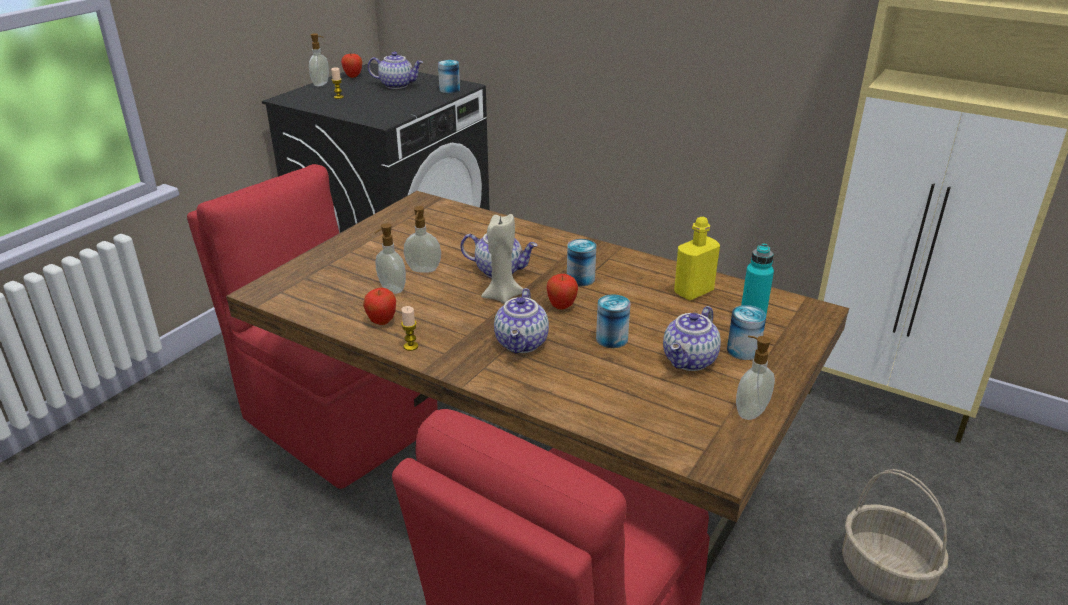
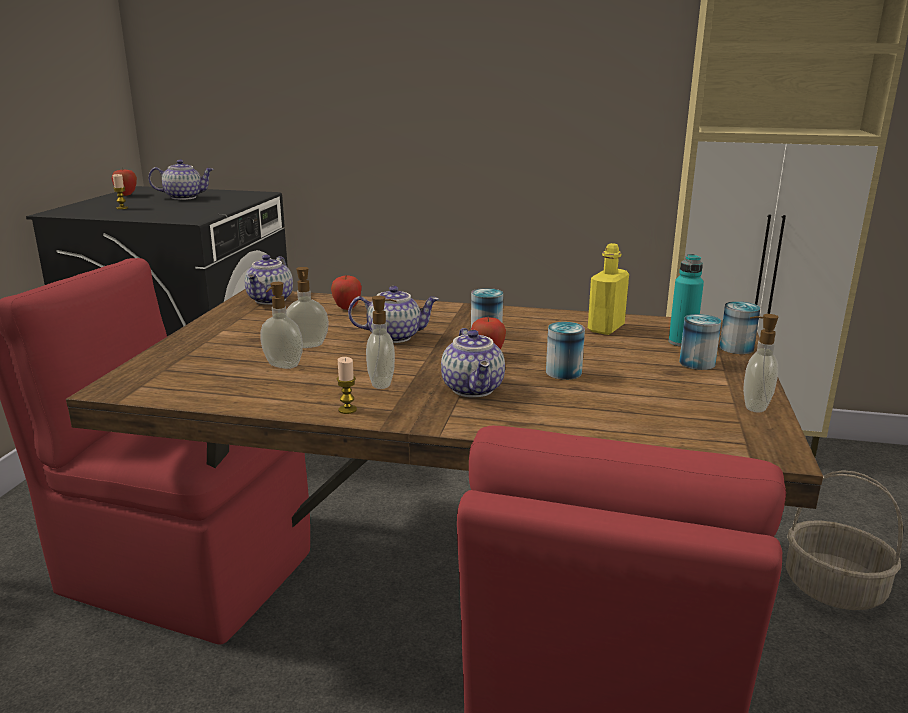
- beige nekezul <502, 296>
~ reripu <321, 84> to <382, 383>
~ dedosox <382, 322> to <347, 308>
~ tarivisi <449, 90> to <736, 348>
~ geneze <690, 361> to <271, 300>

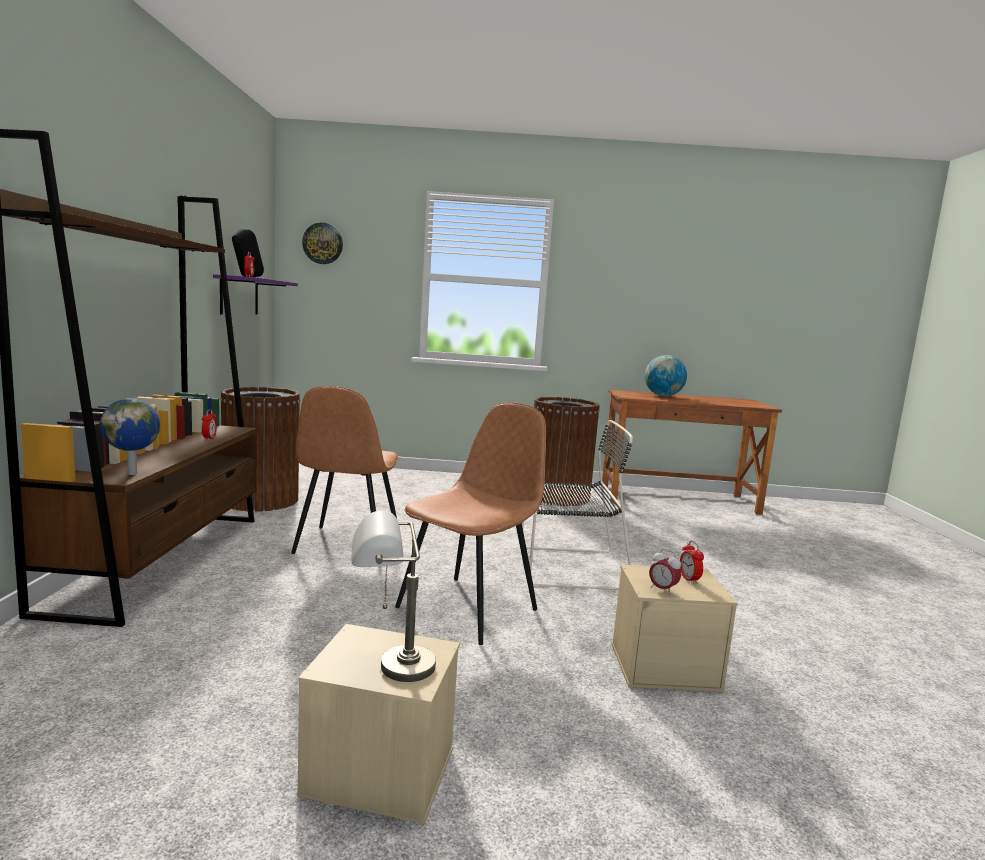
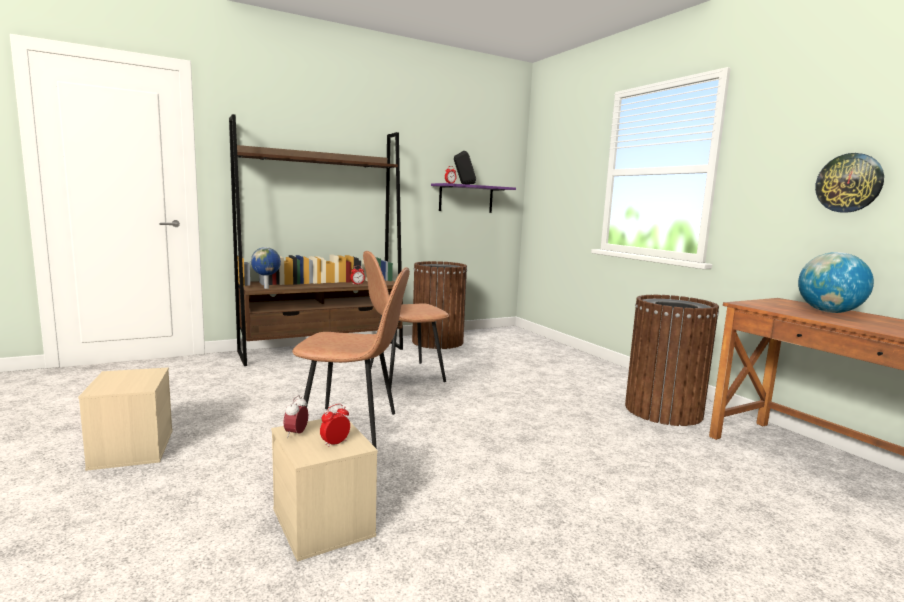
- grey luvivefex <388, 668>
- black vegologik <567, 567>
~ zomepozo <323, 243> to <849, 183>

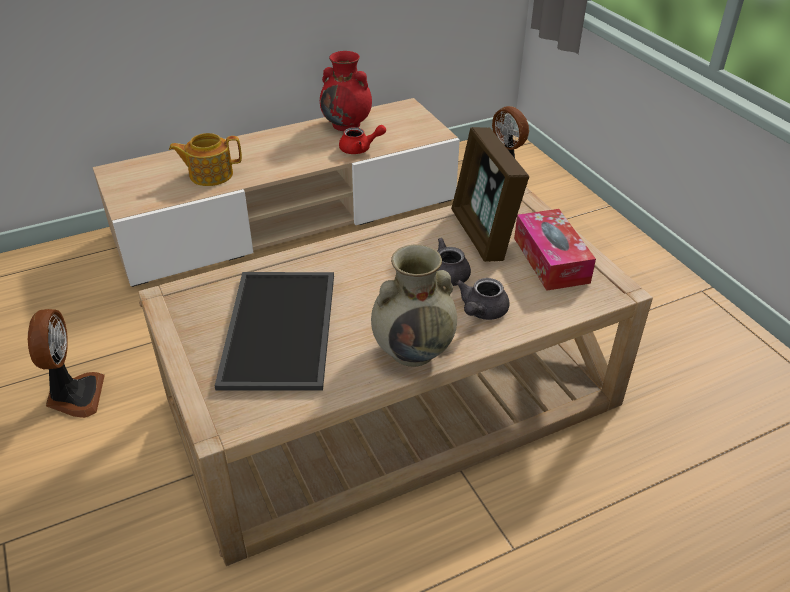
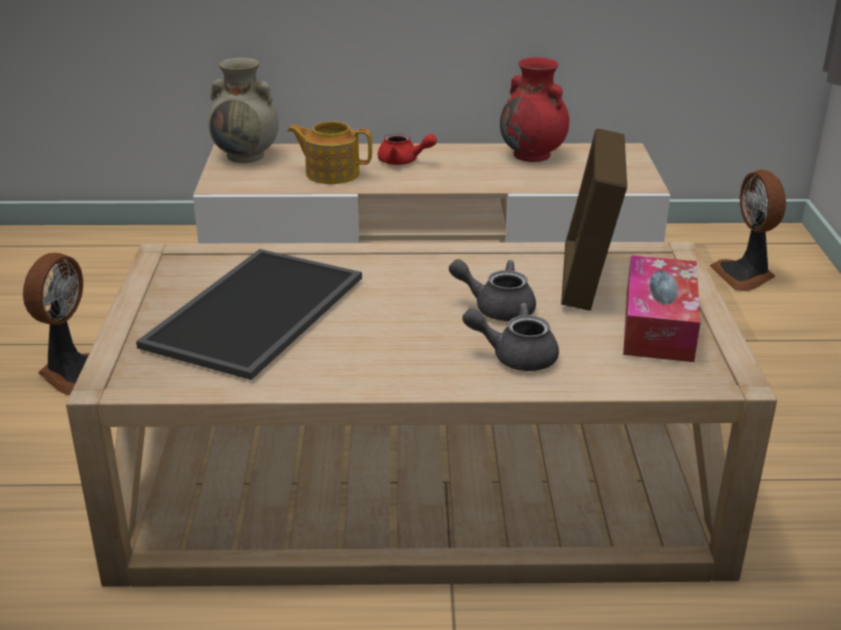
~ red geneze <360, 149> to <403, 161>
~ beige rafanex <414, 350> to <247, 156>
~ grey geneze <481, 312> = <515, 356> 45 degrees clockwise

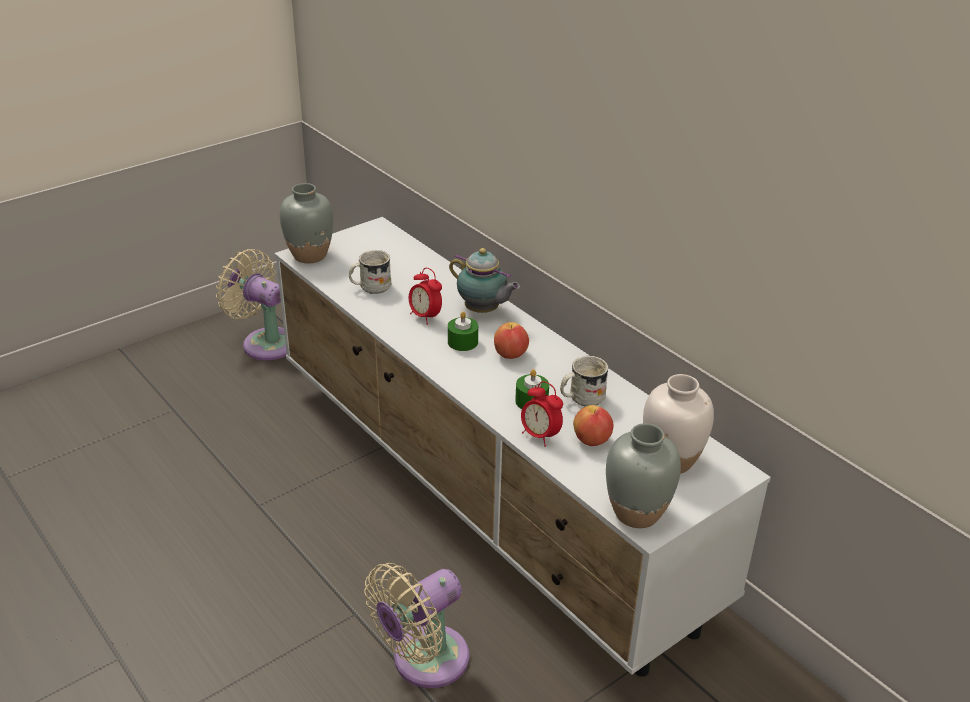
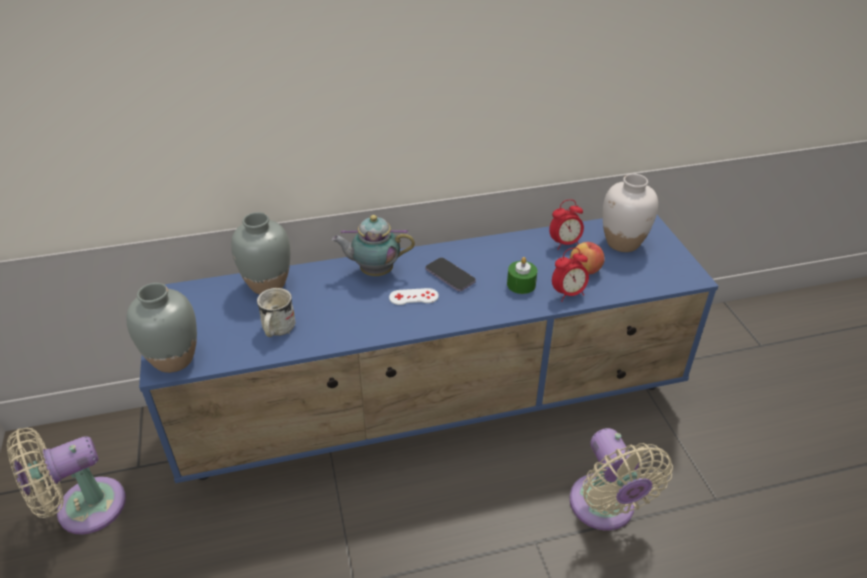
- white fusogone <581, 398>
~ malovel <425, 317> to <564, 243>
~ grey rafanex <636, 512> to <267, 284>
~ green nekezul <462, 342> to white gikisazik <413, 297>
~ dedosox <510, 355> to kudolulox <450, 276>
~ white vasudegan <484, 495> to blue vasudegan <436, 407>
~ geneze <483, 311> = <374, 271> 150 degrees counterclockwise

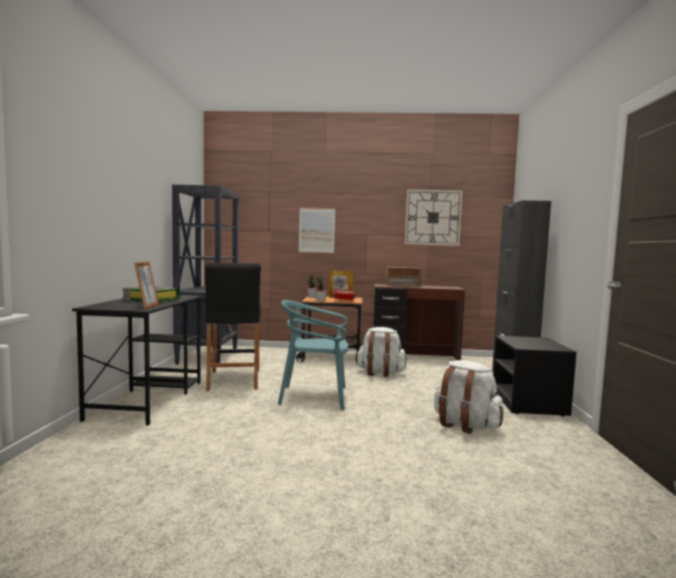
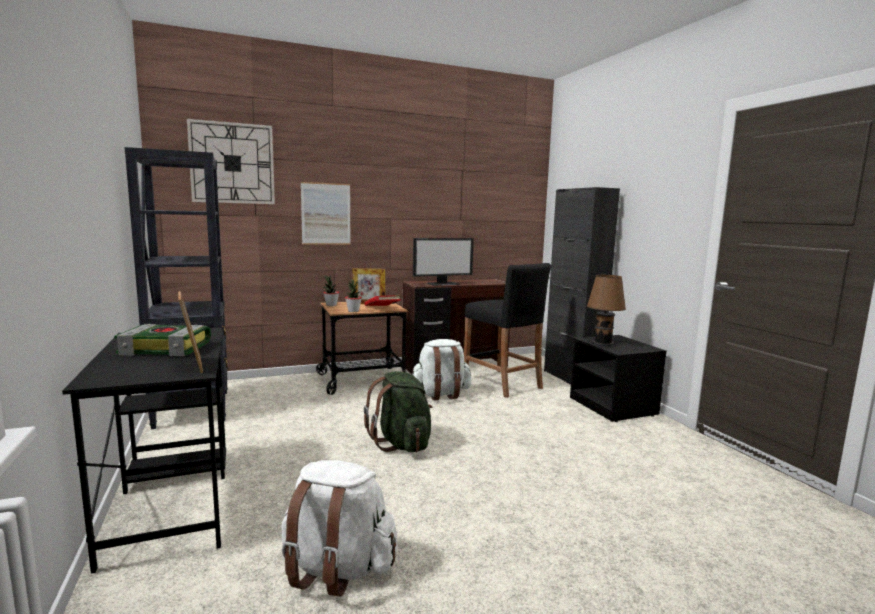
+ brown luvivefex <605, 343>
~ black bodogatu <233, 380> to <502, 383>
~ zomepozo <433, 217> to <232, 163>
~ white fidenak <465, 425> to <337, 568>
~ turquoise vegologik <314, 396> to green fidenak <402, 443>
~ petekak <402, 286> to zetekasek <443, 283>

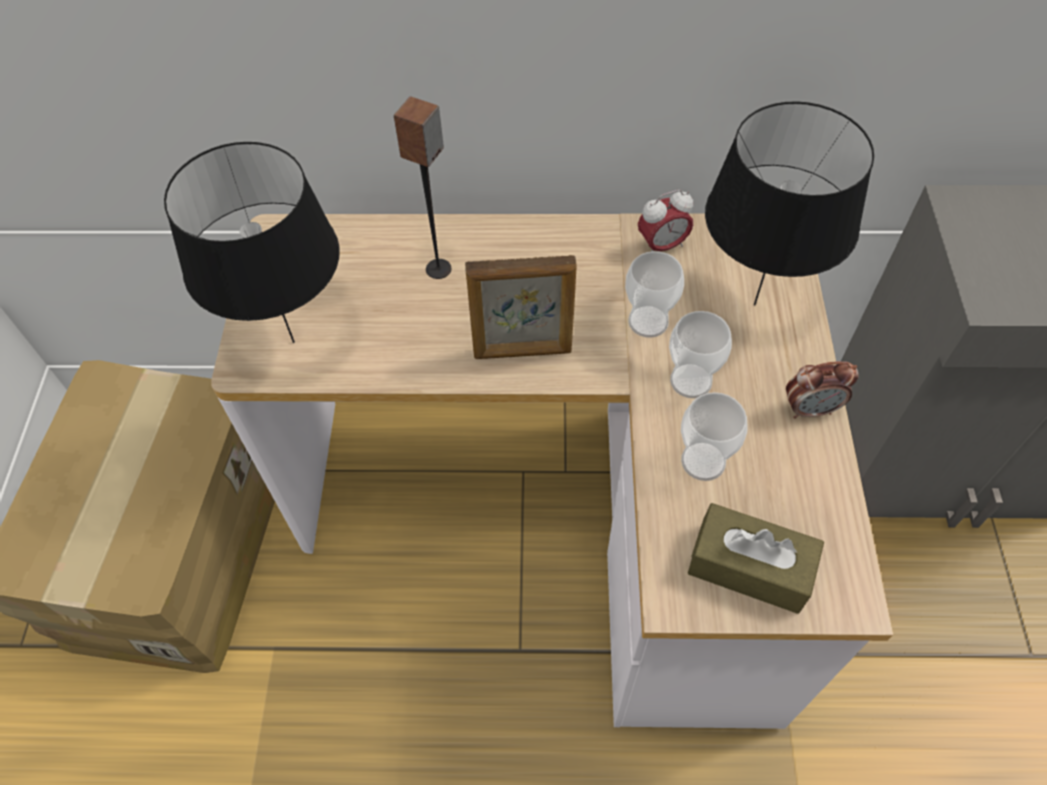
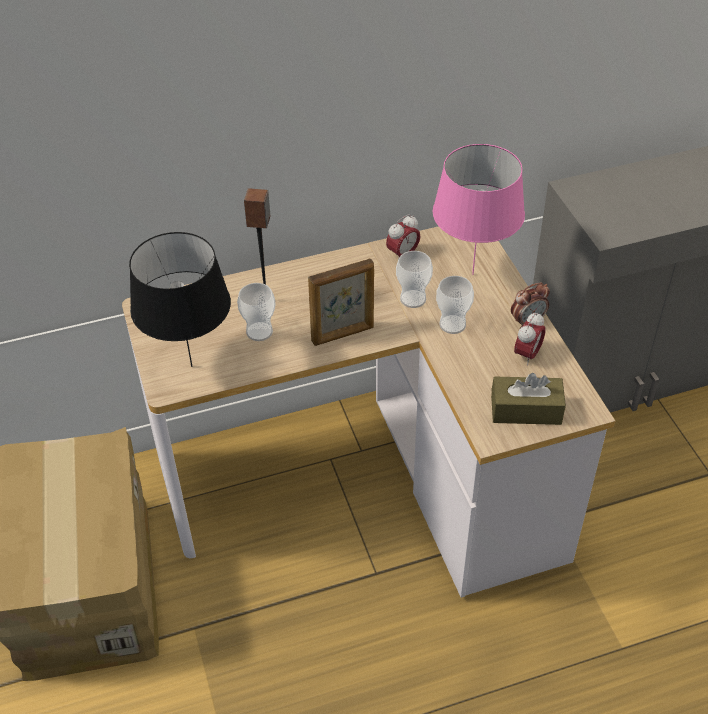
+ malovel <527, 355>
~ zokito <703, 461> to <259, 331>
~ black luvivefex <752, 305> to pink luvivefex <472, 274>

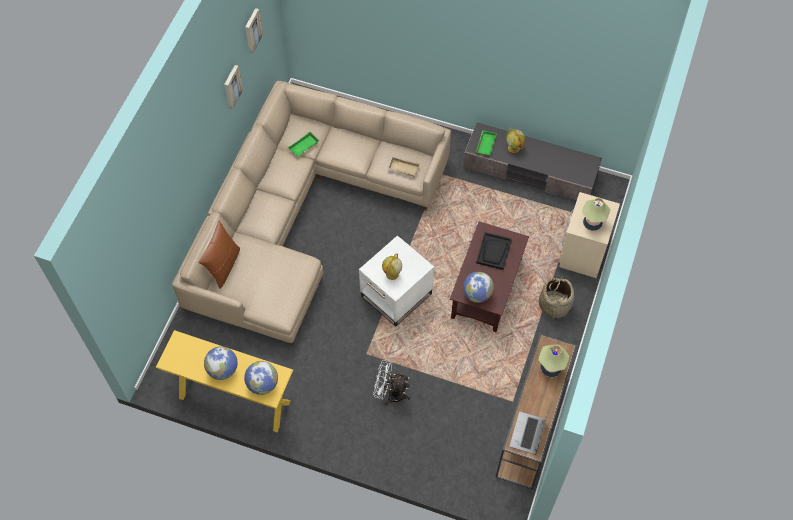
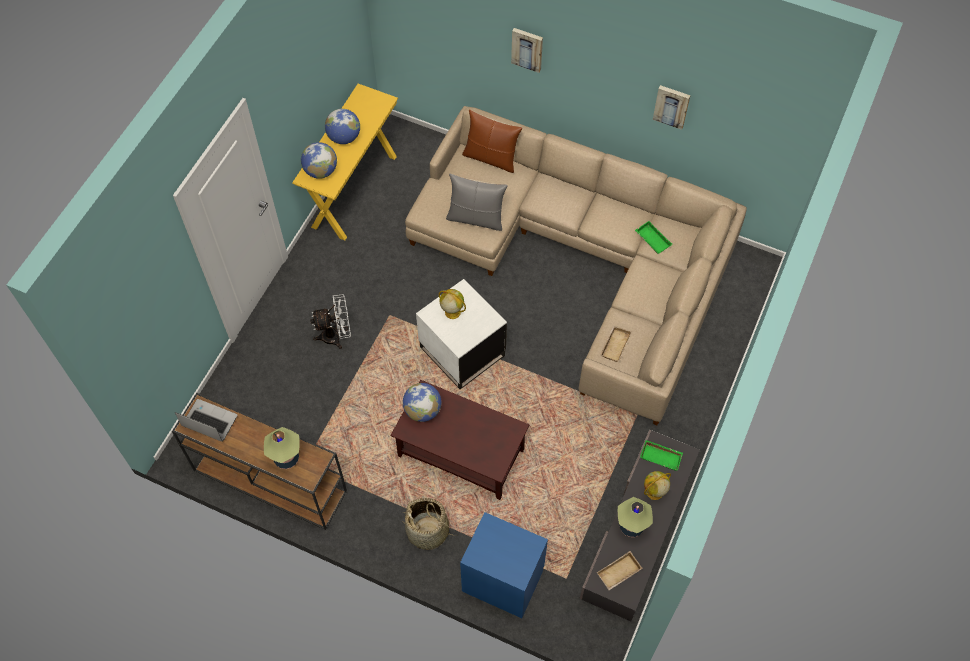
- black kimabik <493, 251>
+ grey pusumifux <476, 218>
+ beige kimabik <619, 573>
~ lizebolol <252, 30> to <527, 49>
~ luvivefex <592, 223> to <631, 526>
~ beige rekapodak <582, 252> to blue rekapodak <503, 579>
~ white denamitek <390, 394> = <336, 336> 60 degrees clockwise

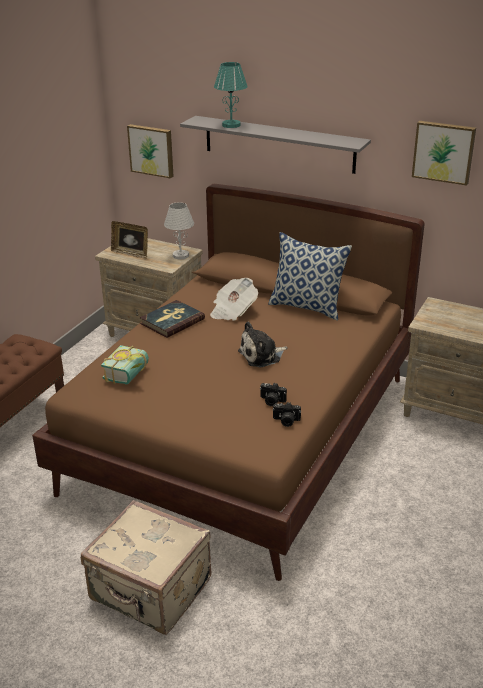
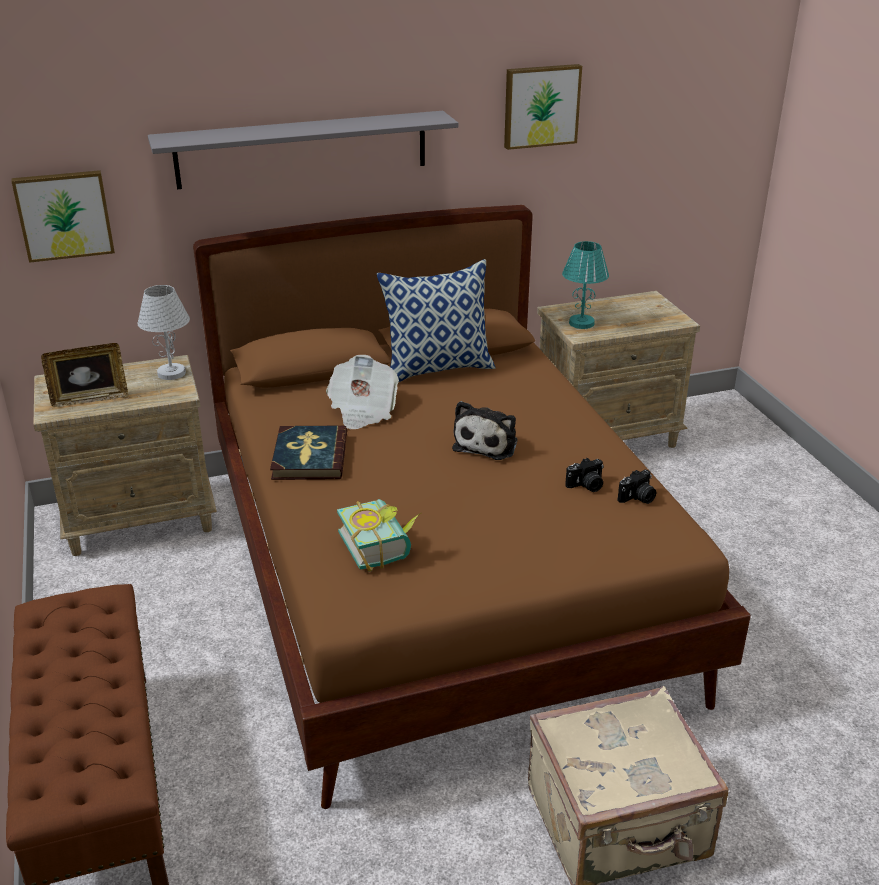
~ turquoise luvivefex <231, 125> to <582, 323>

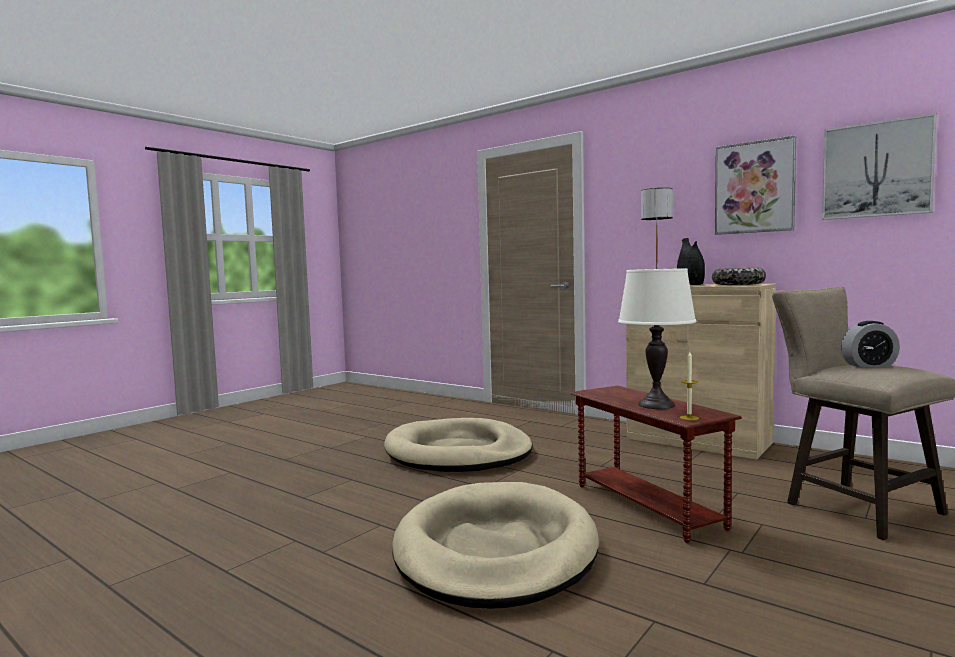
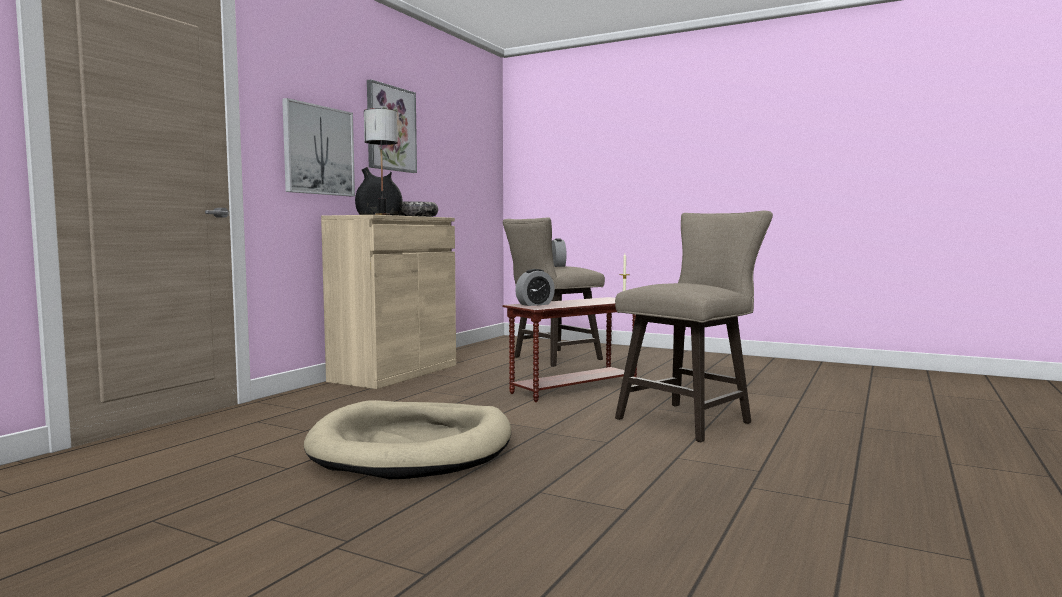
- white luvivefex <656, 405>
+ malovel <535, 304>
~ lizebolol <876, 170> to <318, 150>
~ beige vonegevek <495, 550> to beige bodogatu <690, 419>

